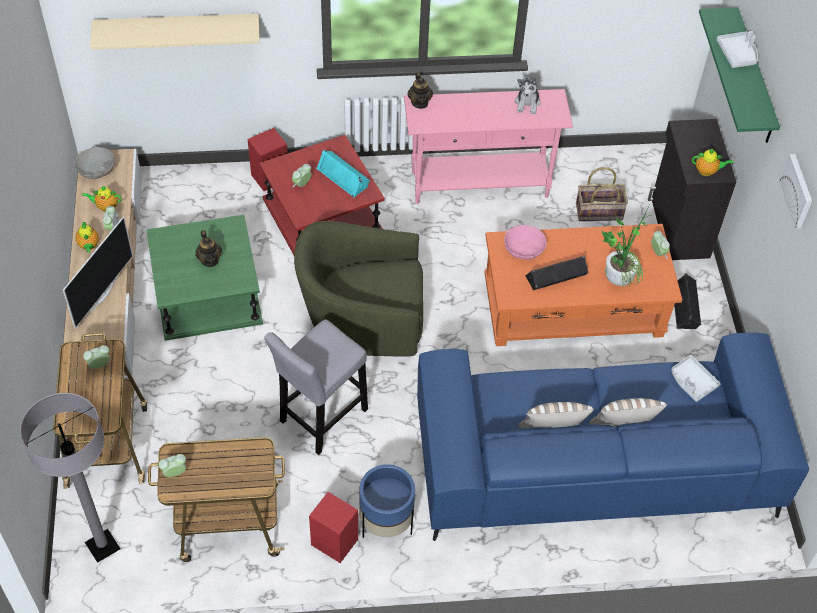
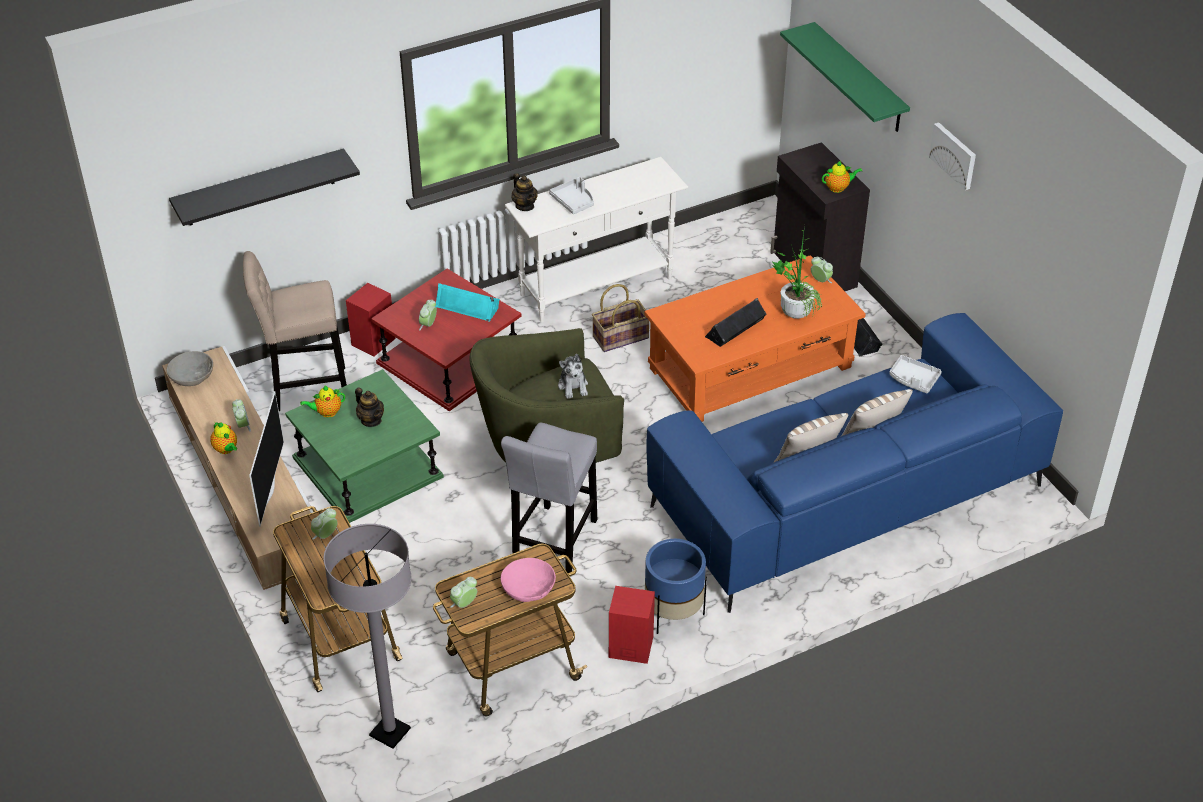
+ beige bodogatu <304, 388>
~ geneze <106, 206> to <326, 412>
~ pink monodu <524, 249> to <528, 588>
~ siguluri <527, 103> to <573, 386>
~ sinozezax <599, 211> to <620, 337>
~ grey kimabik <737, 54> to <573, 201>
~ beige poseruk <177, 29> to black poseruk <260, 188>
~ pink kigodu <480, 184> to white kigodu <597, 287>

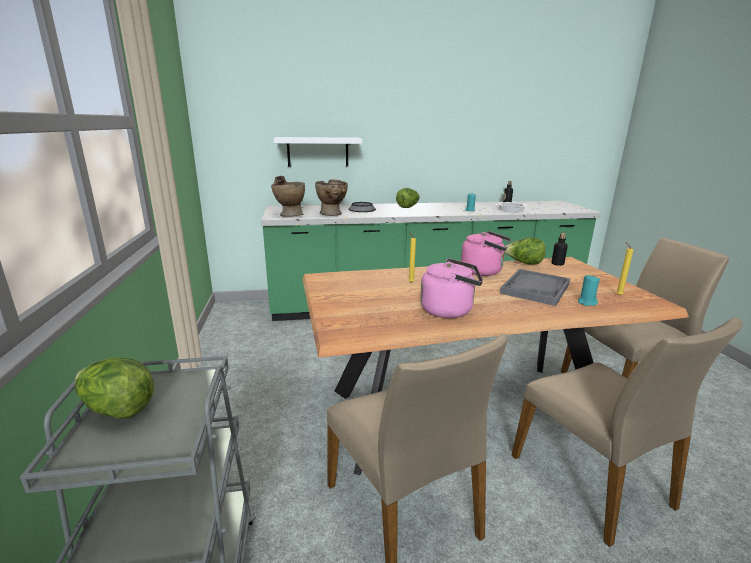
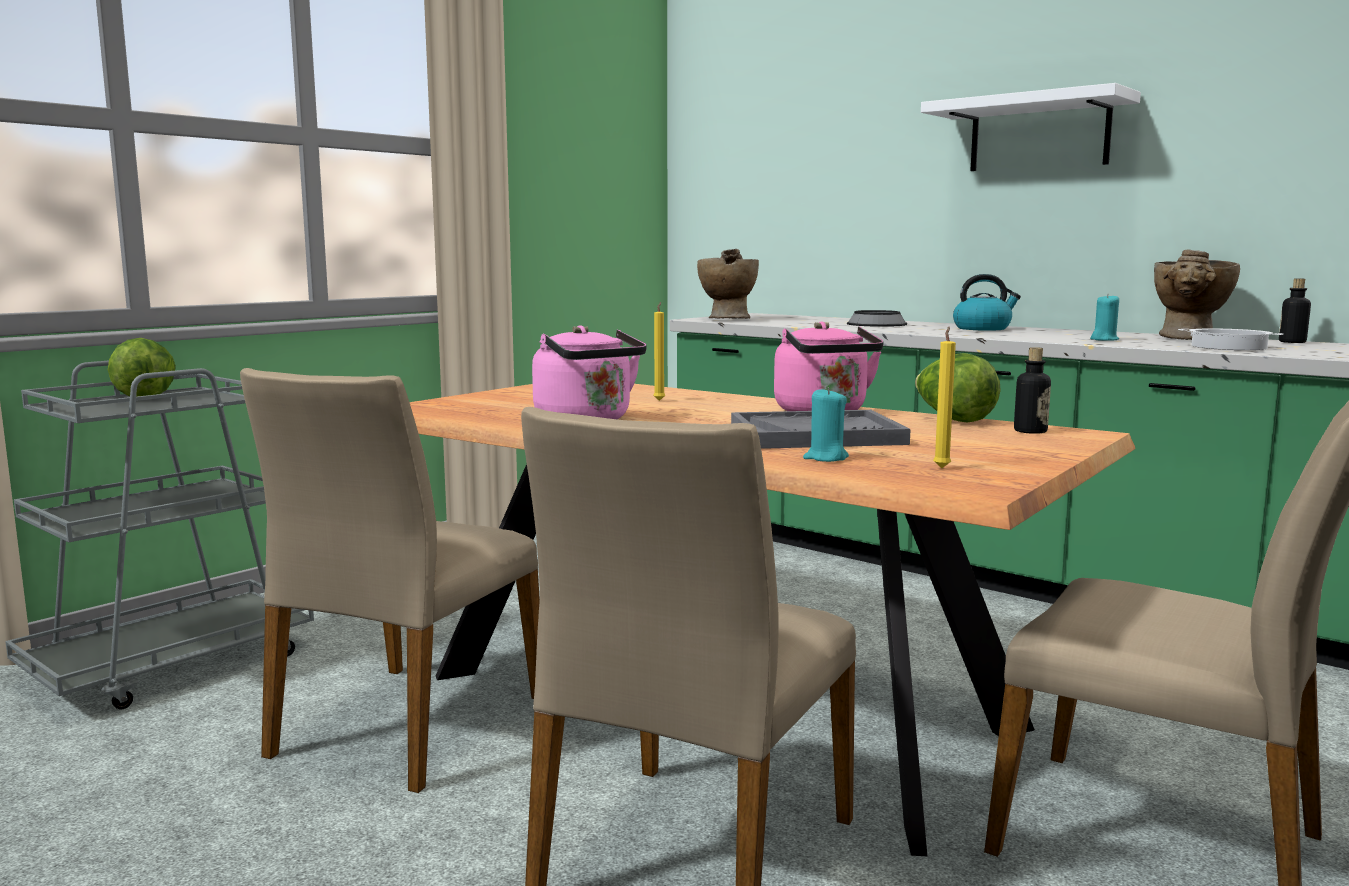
~ white poseruk <318, 151> to <1039, 134>
~ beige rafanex <332, 214> to <1189, 338>
~ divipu <408, 207> to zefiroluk <983, 328>

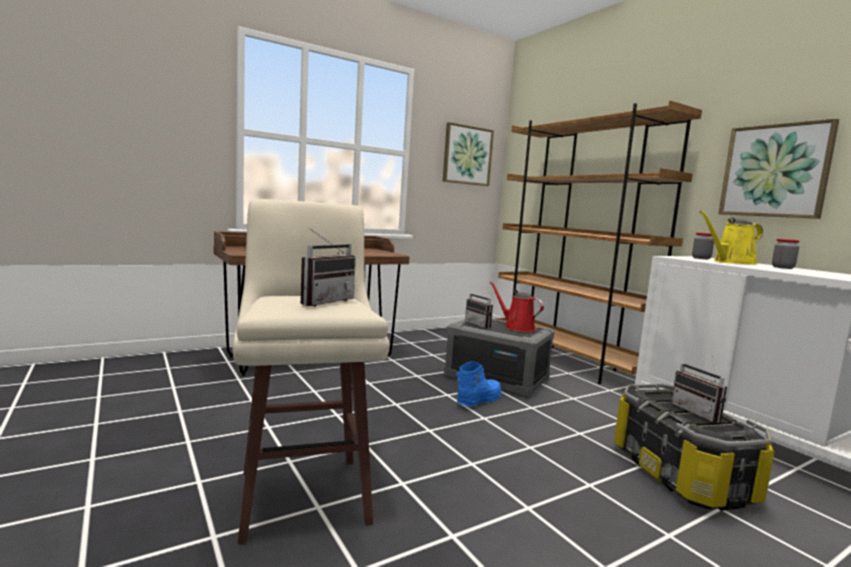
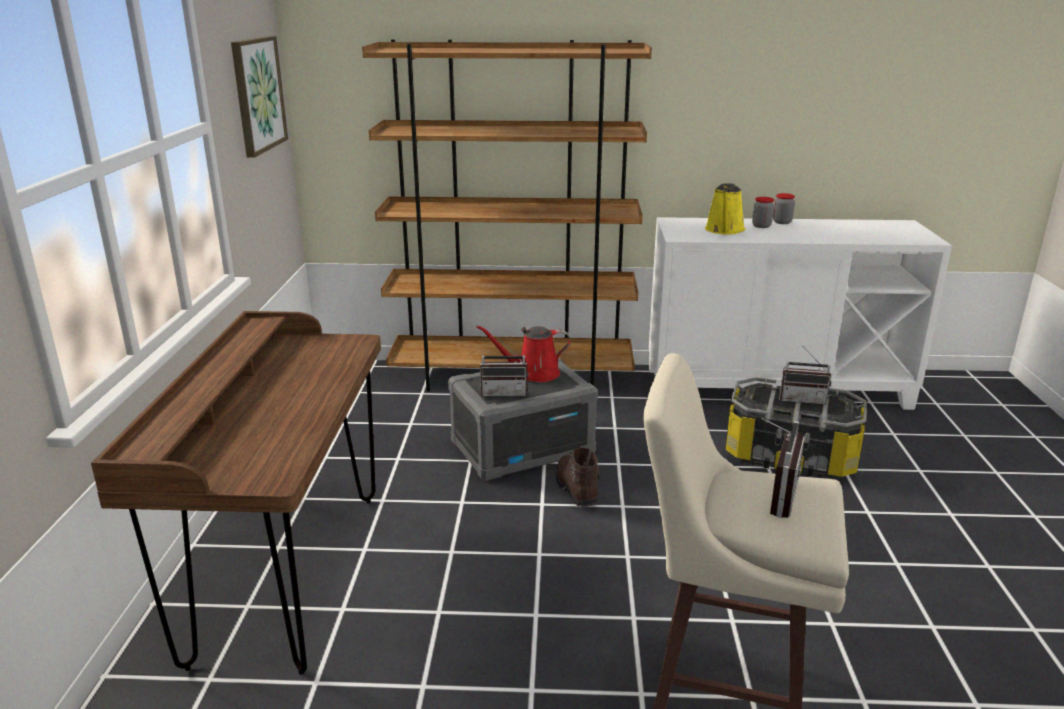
- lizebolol <775, 171>
~ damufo <701, 258> to <782, 222>
~ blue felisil <478, 400> to brown felisil <575, 490>
~ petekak <323, 301> = <774, 495> 45 degrees clockwise

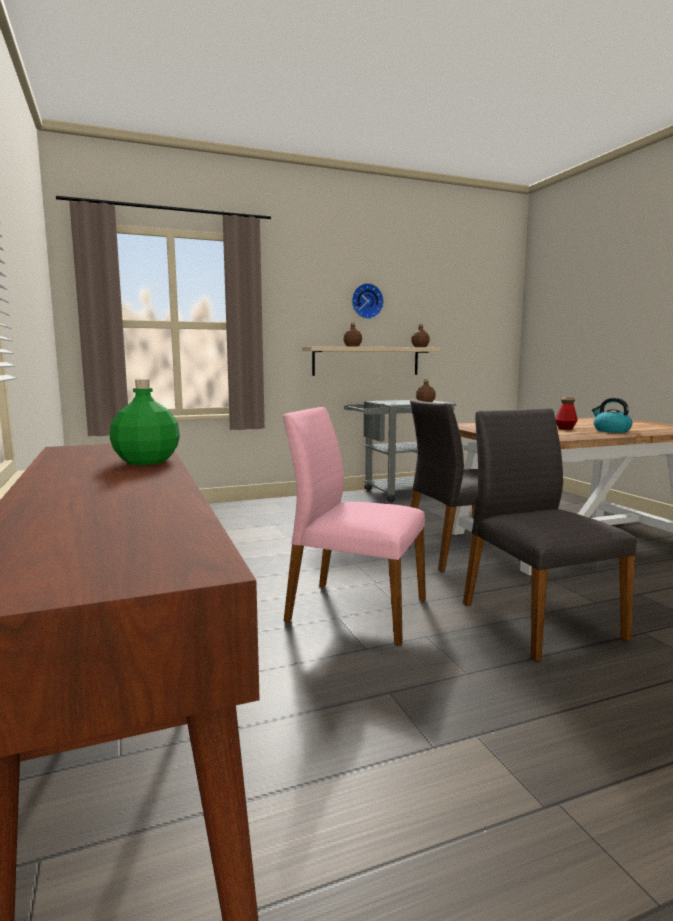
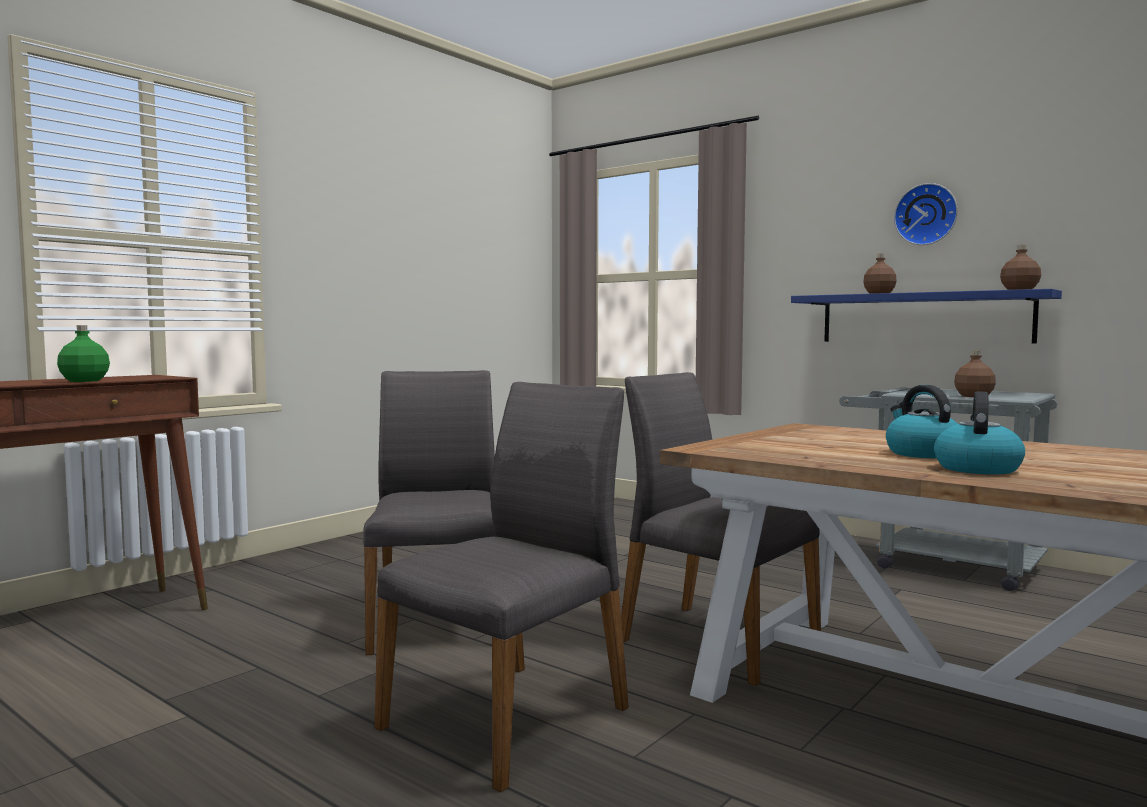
~ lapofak <565, 428> to zefiroluk <922, 453>
~ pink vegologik <354, 610> to grey vegologik <439, 621>
~ beige poseruk <366, 361> to blue poseruk <923, 318>

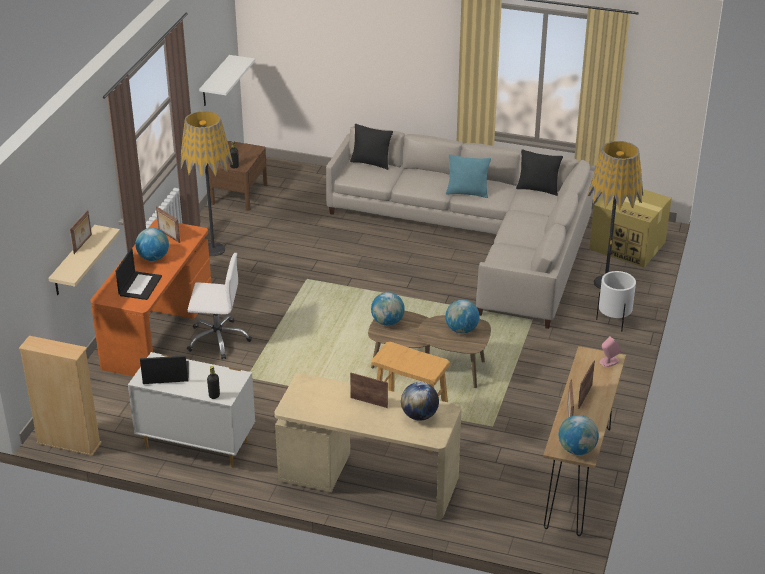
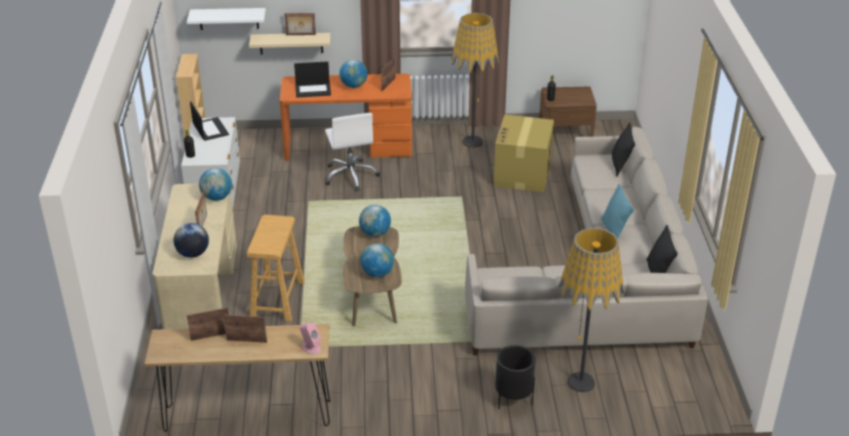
~ white poseruk <215, 81> to <228, 18>
~ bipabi <577, 449> to <217, 197>
~ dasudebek <628, 246> to <522, 174>
~ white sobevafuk <613, 321> to black sobevafuk <513, 400>

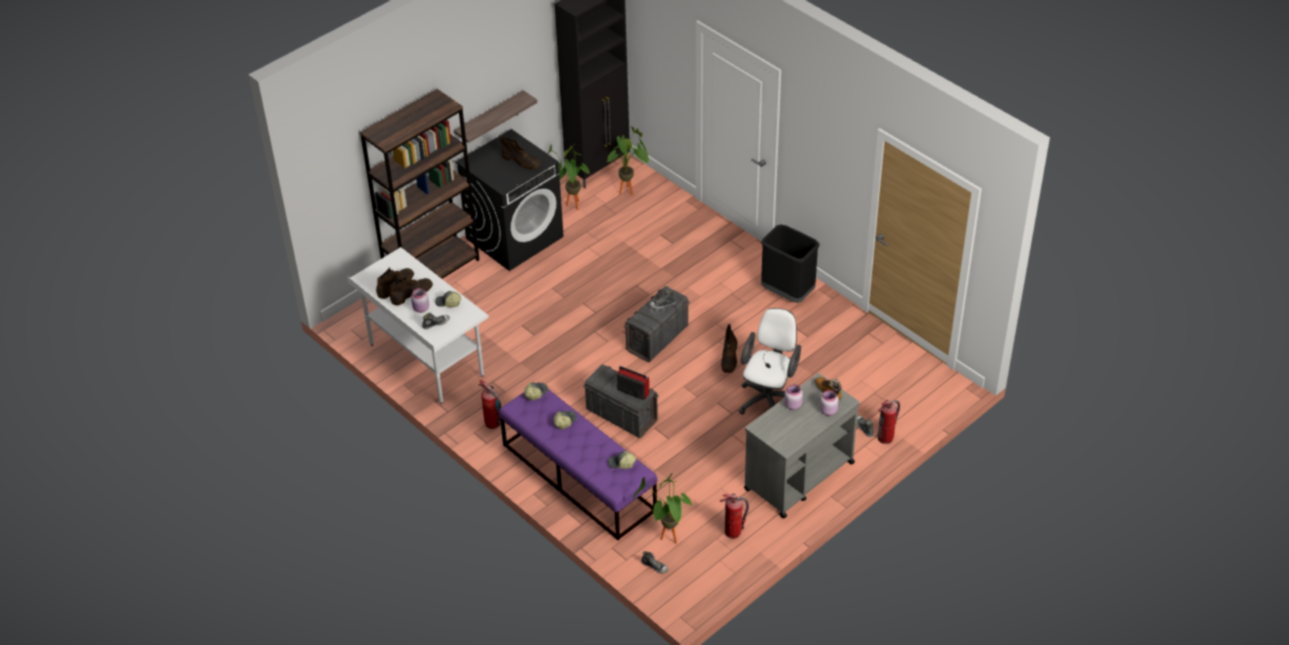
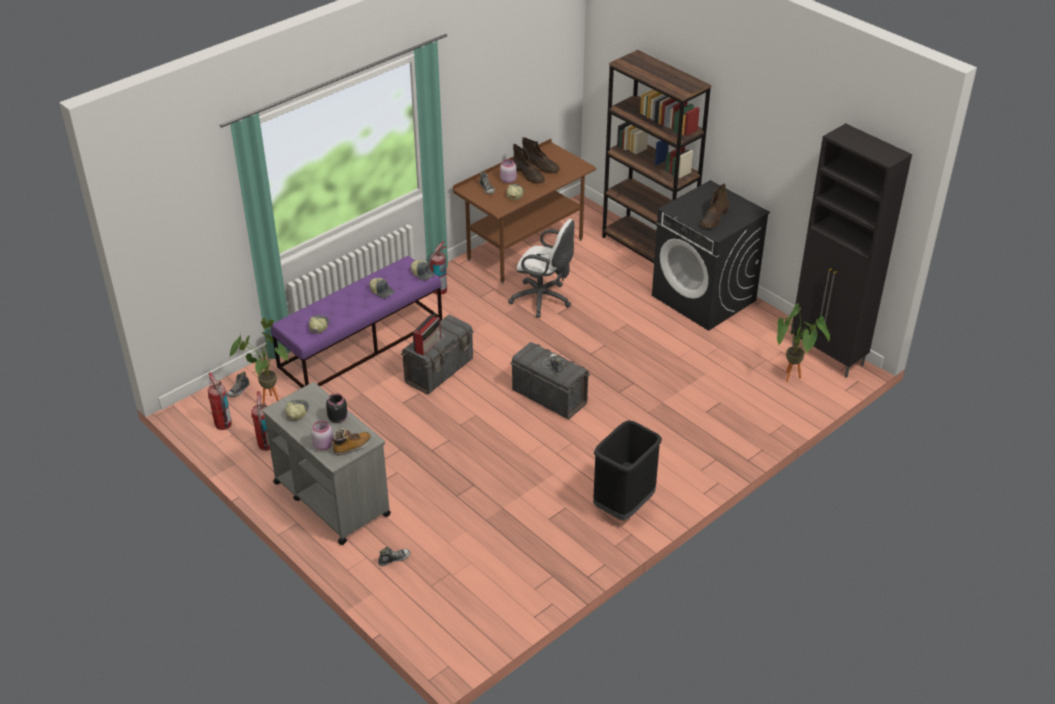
- poseruk <489, 119>
- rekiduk <571, 207>
- brown felisil <729, 358>
+ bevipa <296, 412>
~ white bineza <769, 398> to <544, 300>
~ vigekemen <885, 438> to <223, 425>
~ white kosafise <426, 361> to brown kosafise <525, 250>
~ pink damufo <792, 405> to black damufo <338, 418>

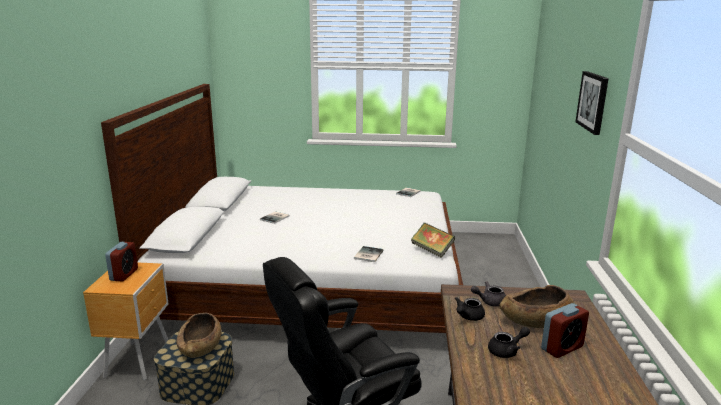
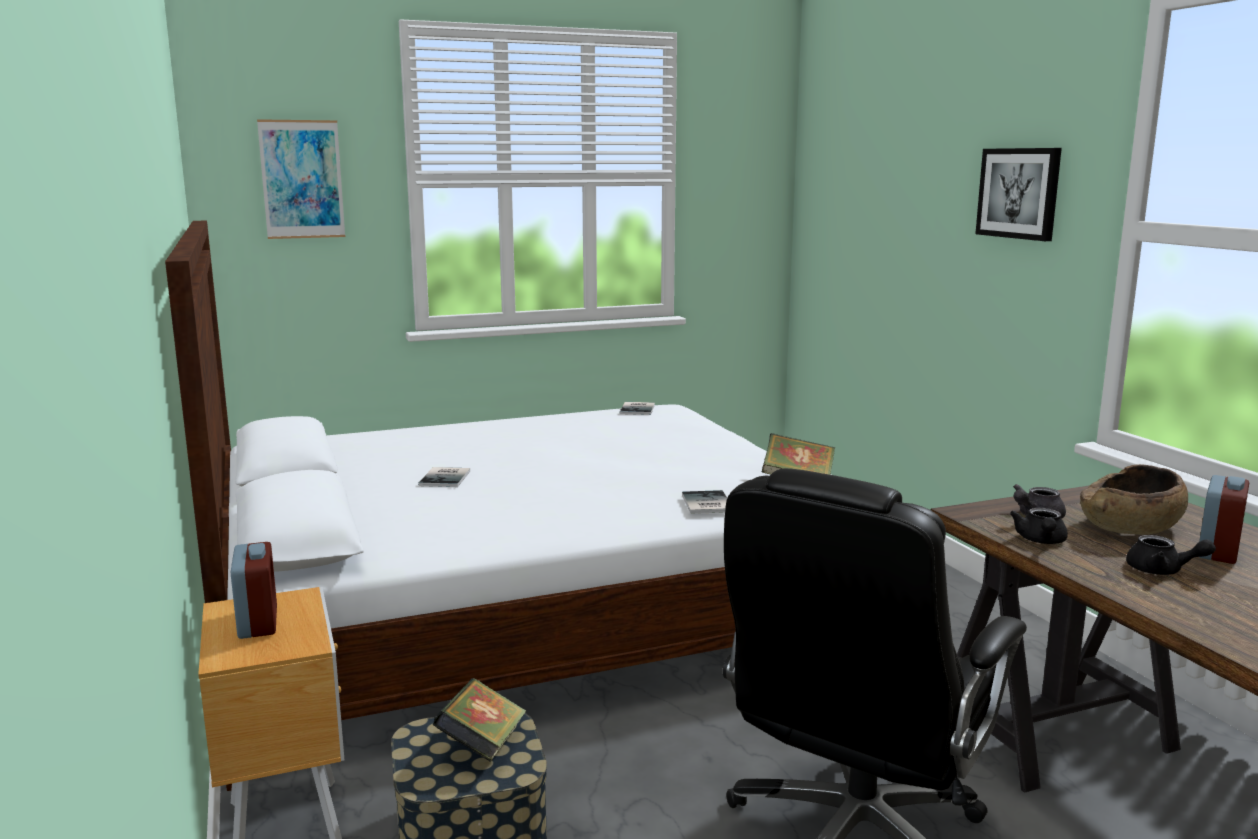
+ lizebolol <302, 179>
~ brown monodu <201, 347> to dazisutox <482, 746>
~ black geneze <507, 351> = <1162, 571> 75 degrees clockwise

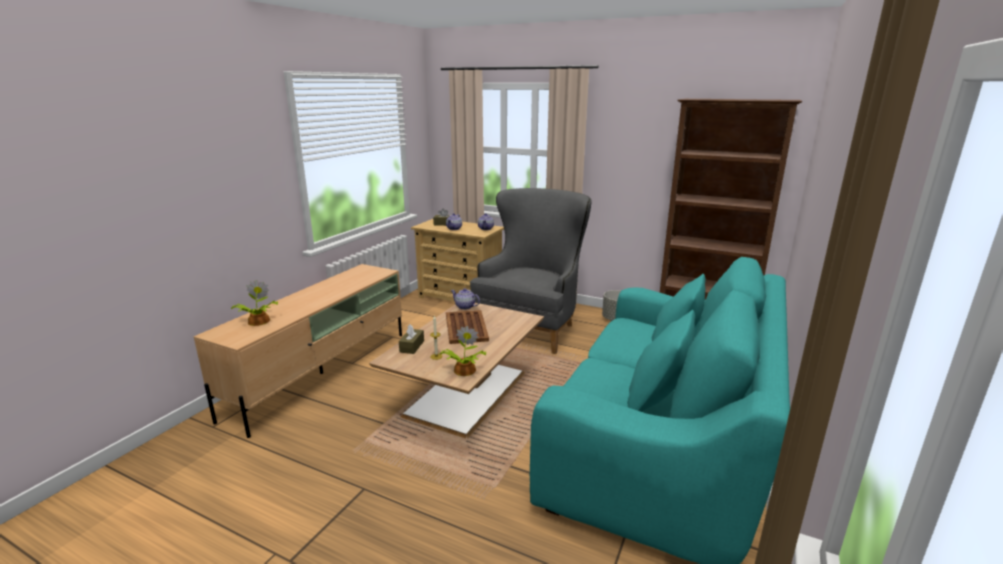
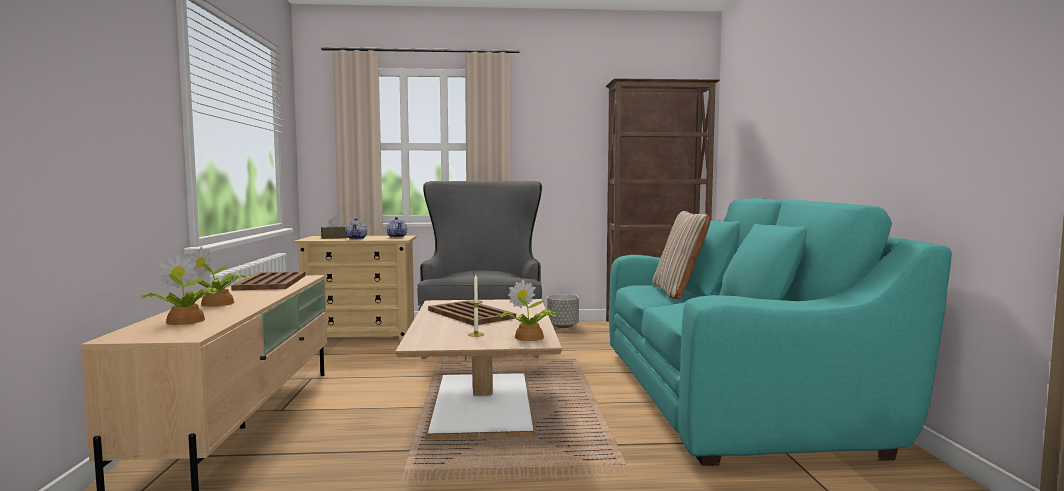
- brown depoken <412, 346>
- geneze <465, 307>
+ rekiduk <218, 304>
+ brown kimabik <270, 282>
+ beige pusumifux <678, 292>

